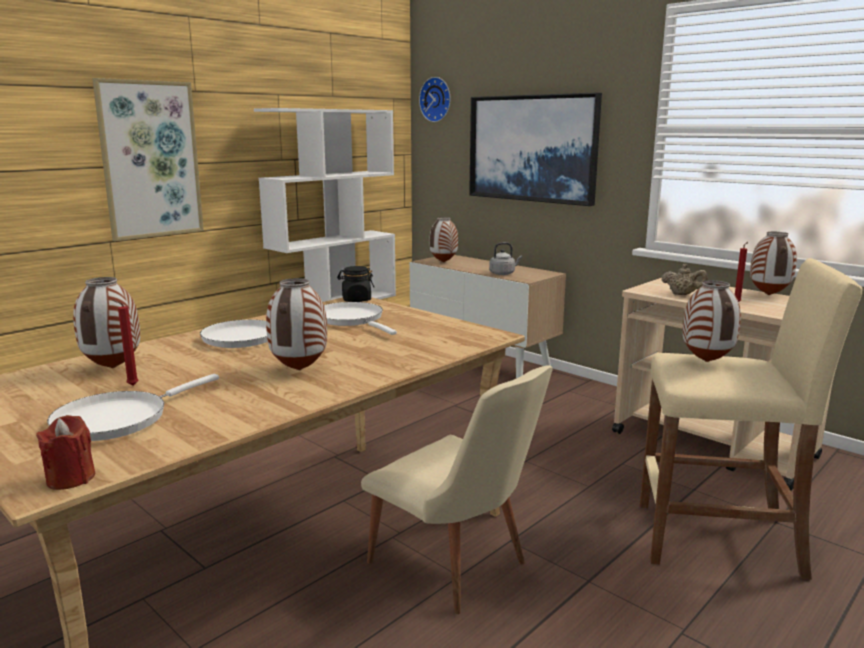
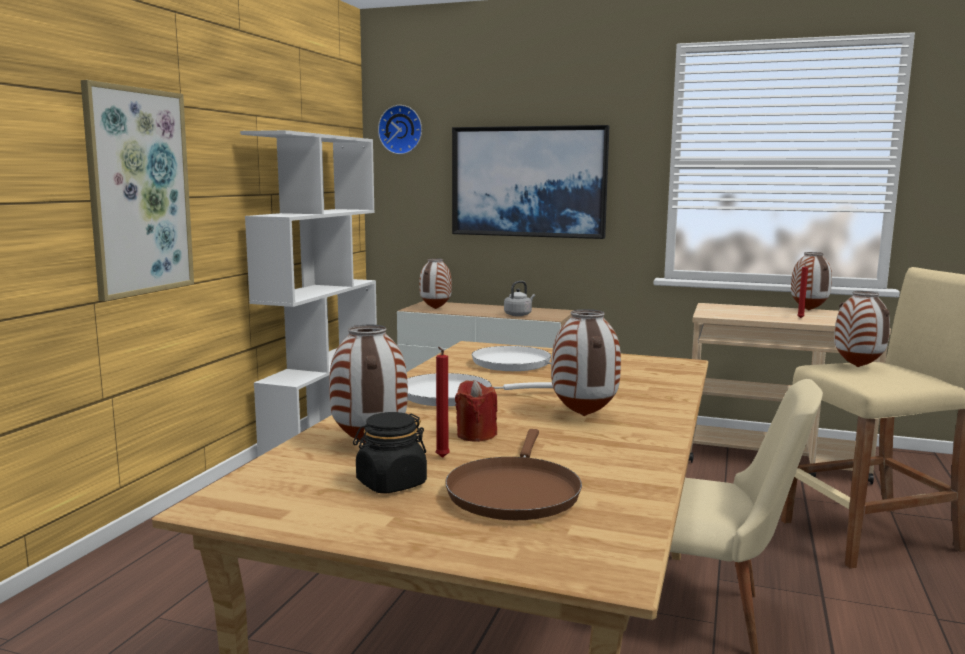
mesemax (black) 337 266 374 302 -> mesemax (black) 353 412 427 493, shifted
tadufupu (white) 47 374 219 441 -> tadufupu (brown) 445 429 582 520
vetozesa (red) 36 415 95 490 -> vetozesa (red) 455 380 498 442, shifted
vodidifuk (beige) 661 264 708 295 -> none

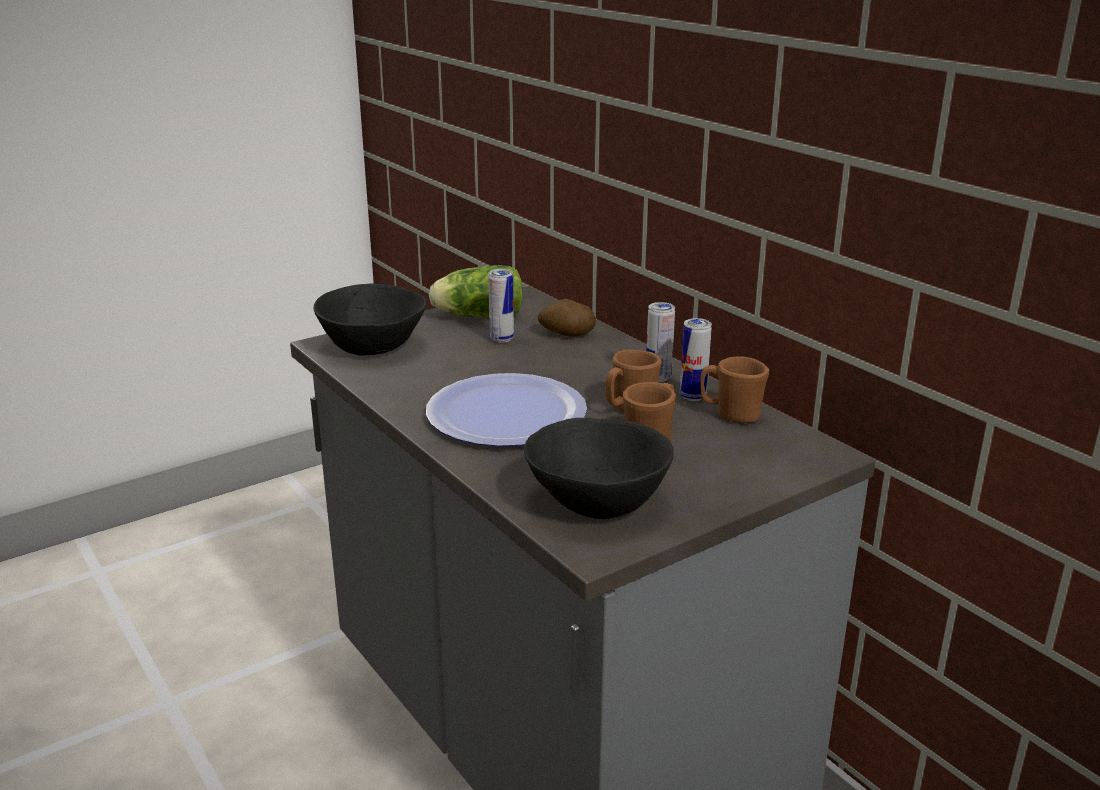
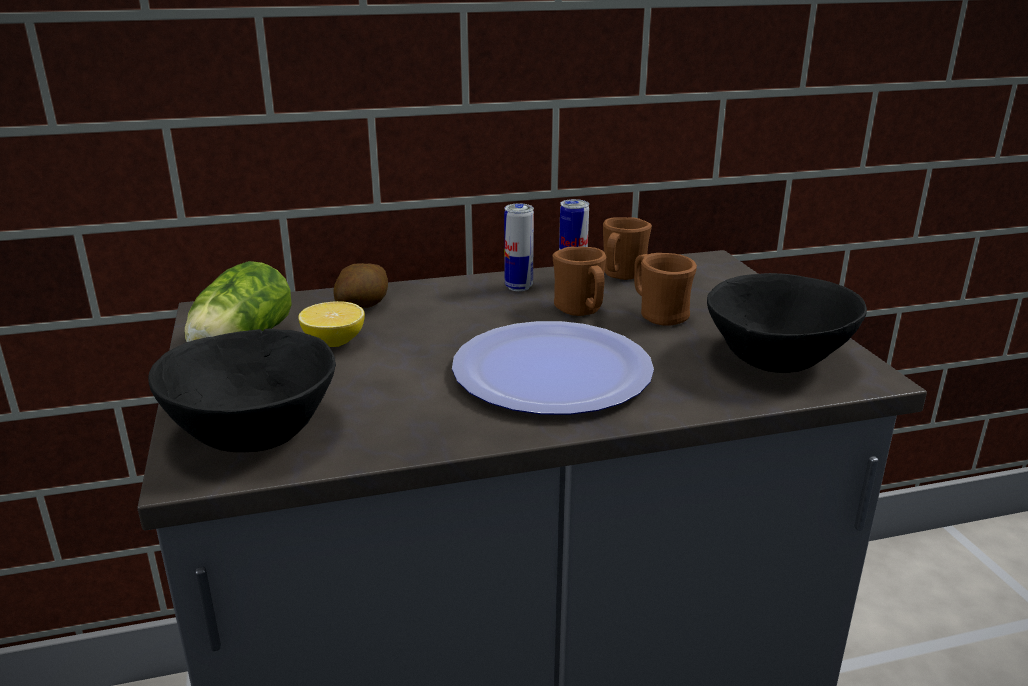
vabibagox 488 269 514 343 -> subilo 298 301 365 347

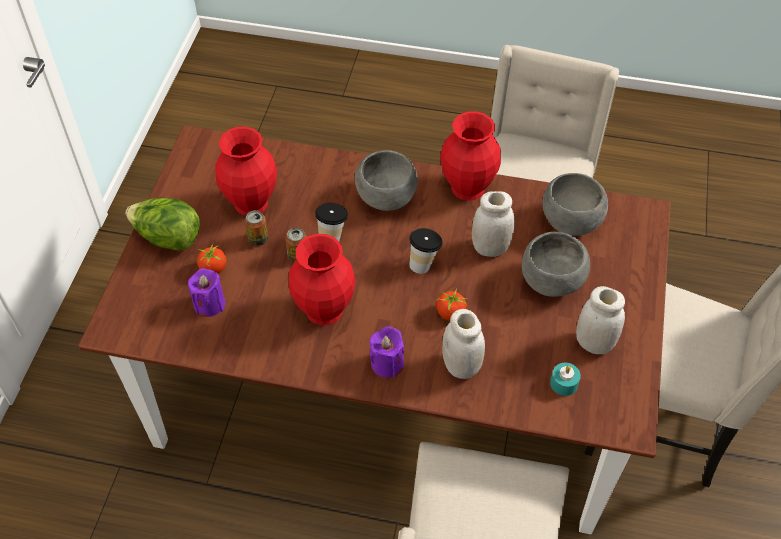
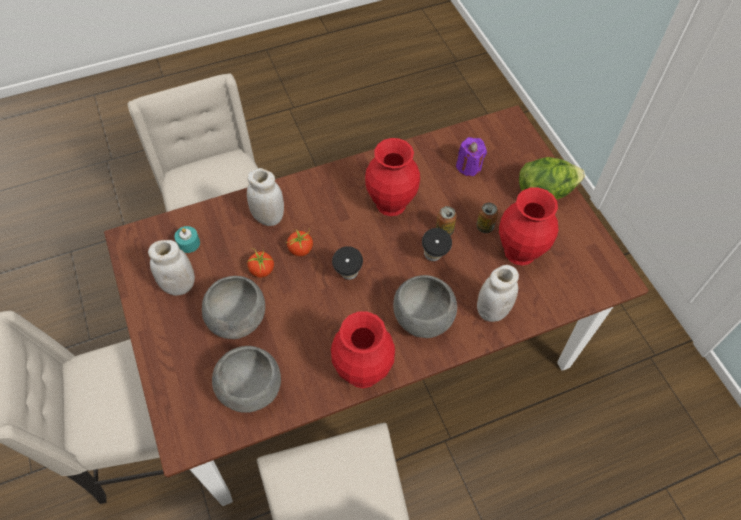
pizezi 197 244 227 274 -> pizezi 247 245 274 278, shifted
mesemax (white) 472 191 515 257 -> mesemax (white) 477 265 519 322, shifted
vetozesa (purple) 370 326 404 378 -> none

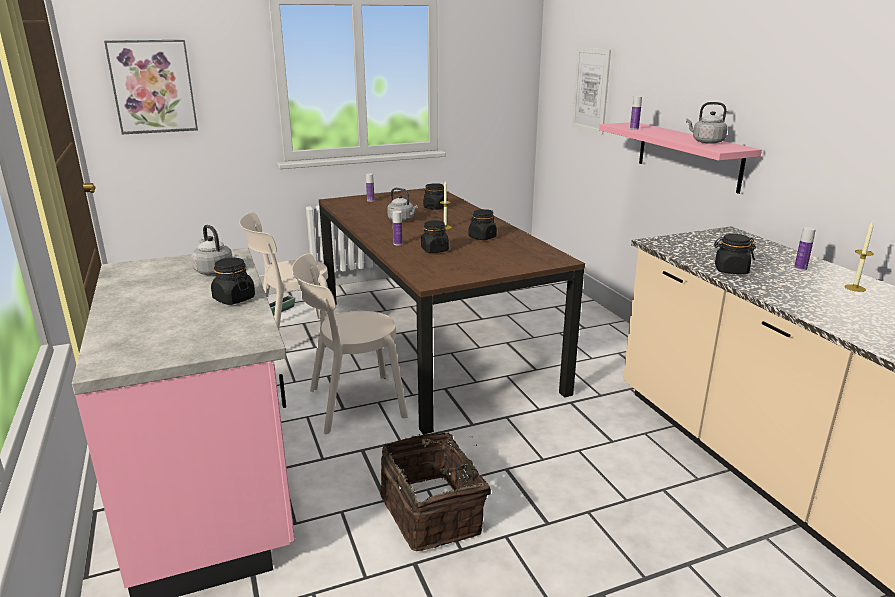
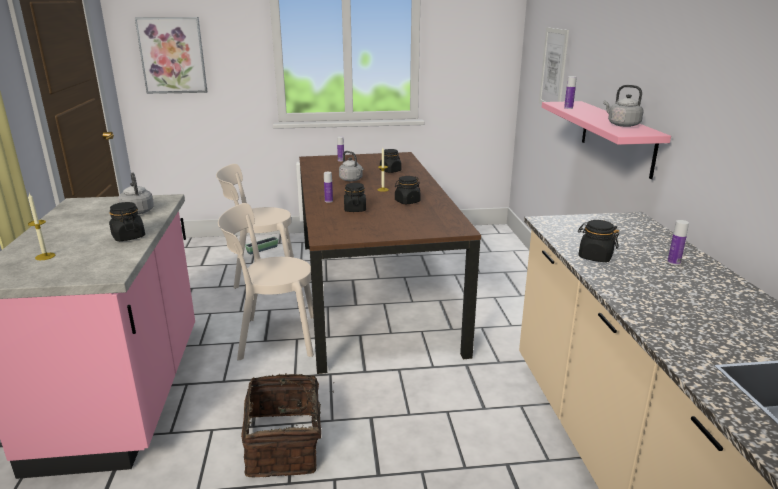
vetozesa 844 221 874 292 -> vetozesa 28 193 55 260, shifted

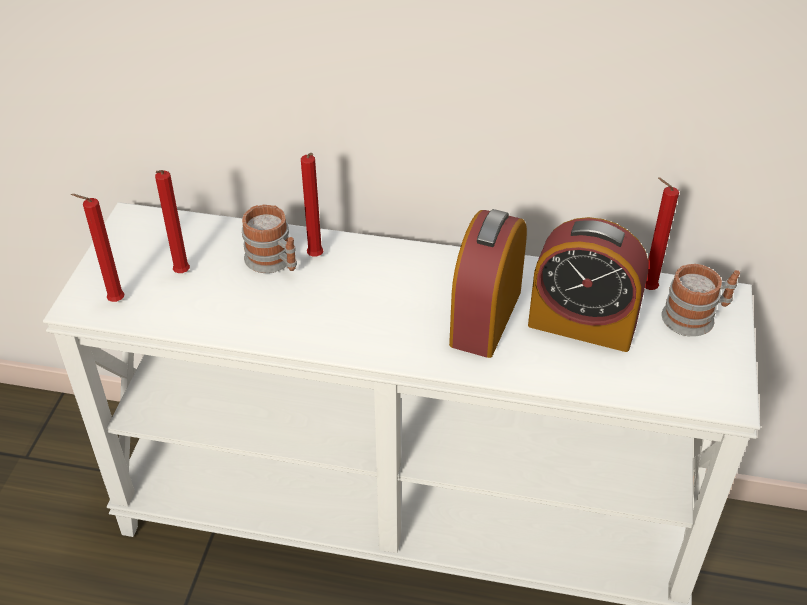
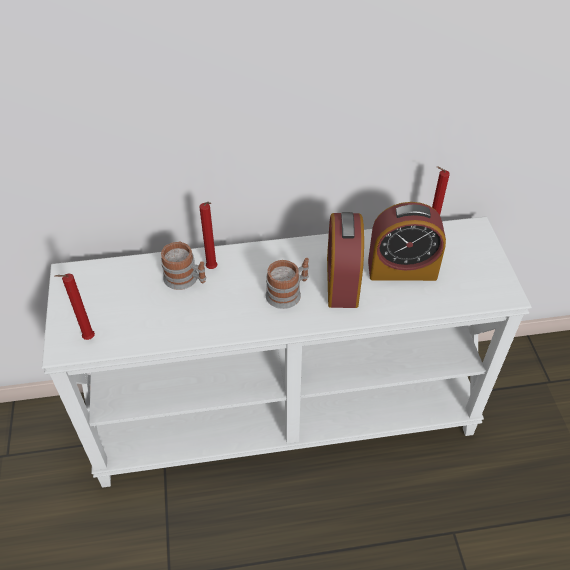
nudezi 662 264 740 337 -> nudezi 266 258 309 309, shifted
vetozesa (red) 155 170 190 273 -> none

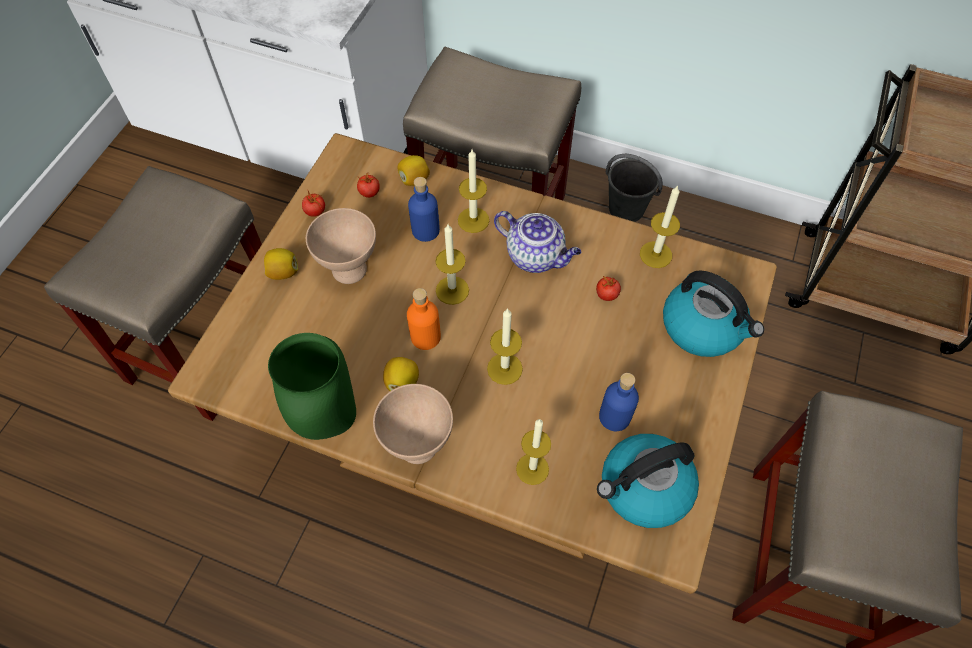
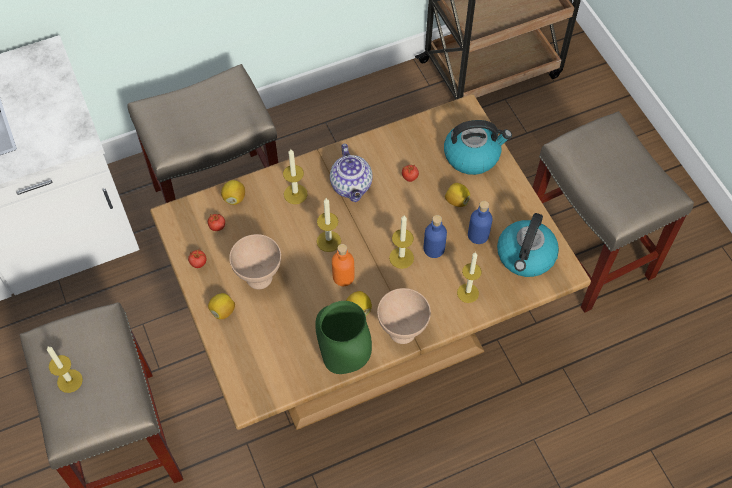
vetozesa 640 185 680 268 -> vetozesa 47 347 83 393, shifted
vodidifuk 494 211 581 273 -> vodidifuk 330 144 373 202, 90 degrees clockwise
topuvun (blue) 408 177 440 242 -> topuvun (blue) 424 215 447 258, shifted
none -> subilo 445 183 470 207
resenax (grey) 606 154 663 222 -> none

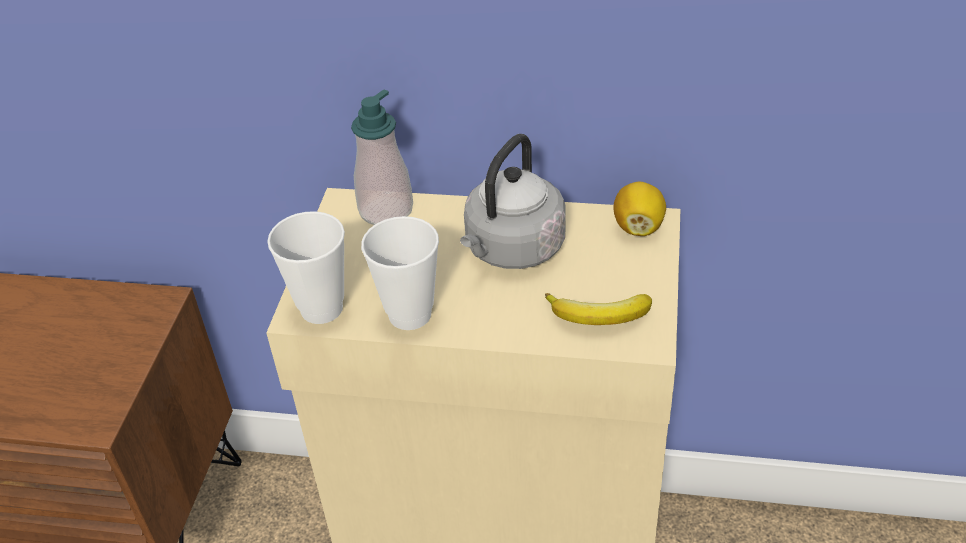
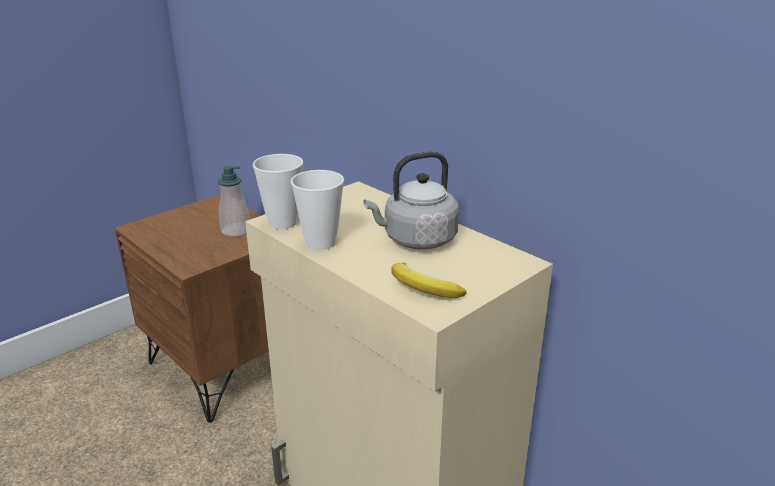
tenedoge 351 90 413 225 -> tenedoge 218 166 250 237, shifted
subilo 614 182 666 236 -> none

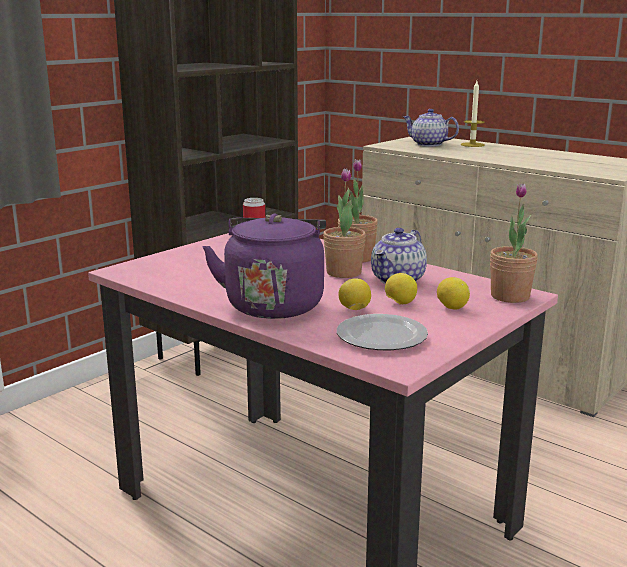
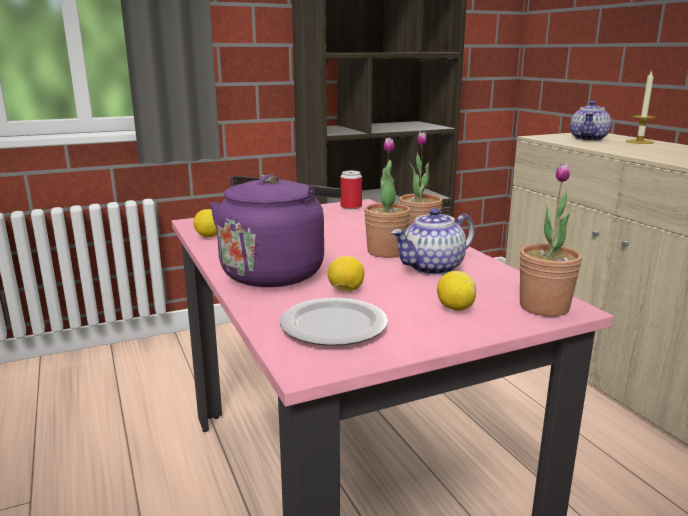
subilo 385 273 417 304 -> subilo 193 209 217 237, shifted
vodidifuk 403 109 459 147 -> vodidifuk 570 101 611 141, 120 degrees counterclockwise

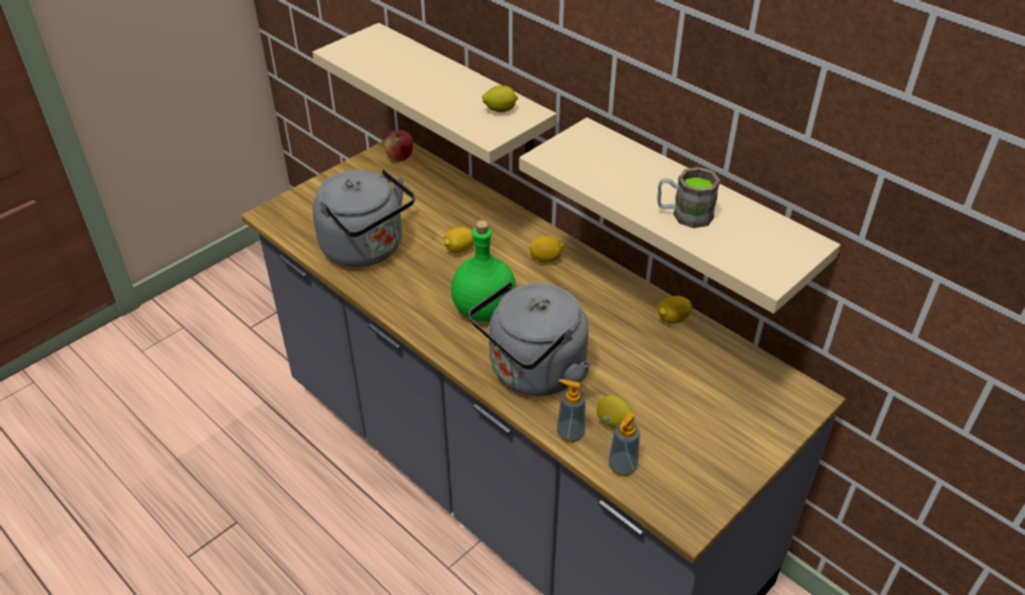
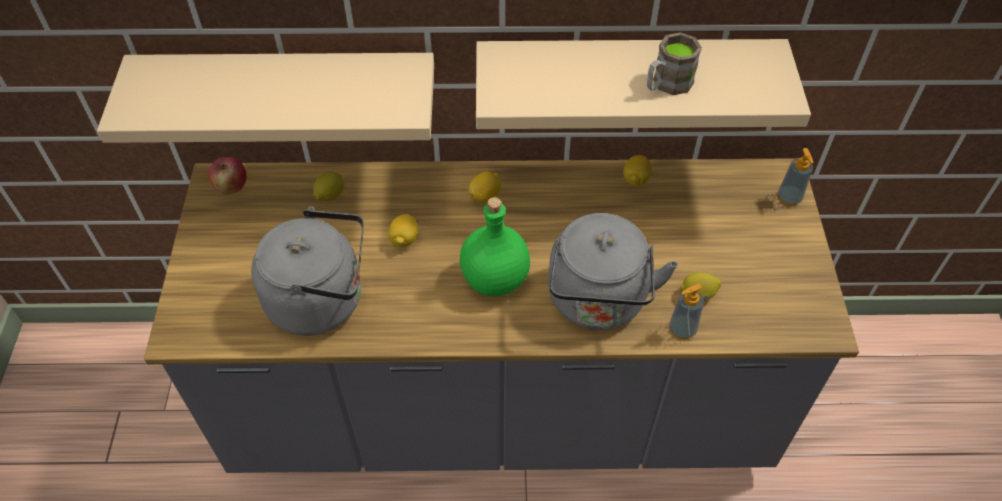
subilo 482 85 518 112 -> subilo 313 171 344 201, shifted
tenedoge 608 412 640 476 -> tenedoge 778 148 813 206, shifted

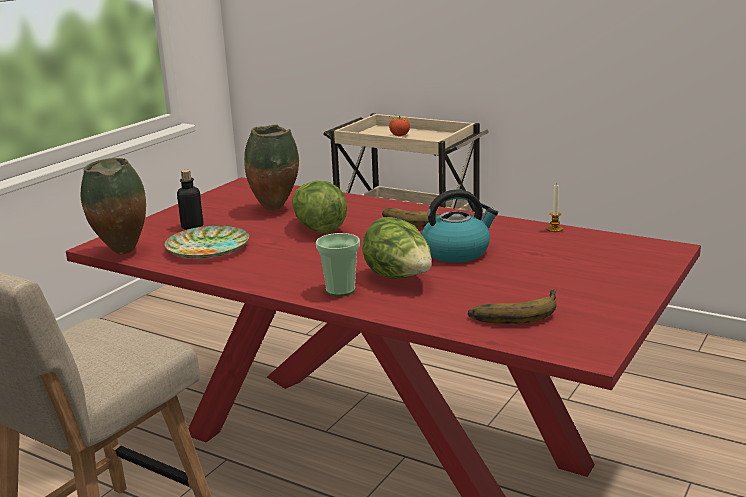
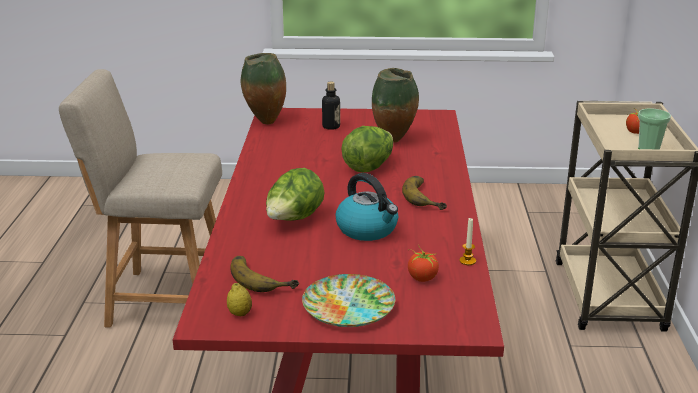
none -> subilo 227 283 252 316
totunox 165 225 249 259 -> totunox 302 274 395 327, shifted
none -> pizezi 408 245 439 282
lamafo 316 233 360 296 -> lamafo 638 108 671 149, shifted

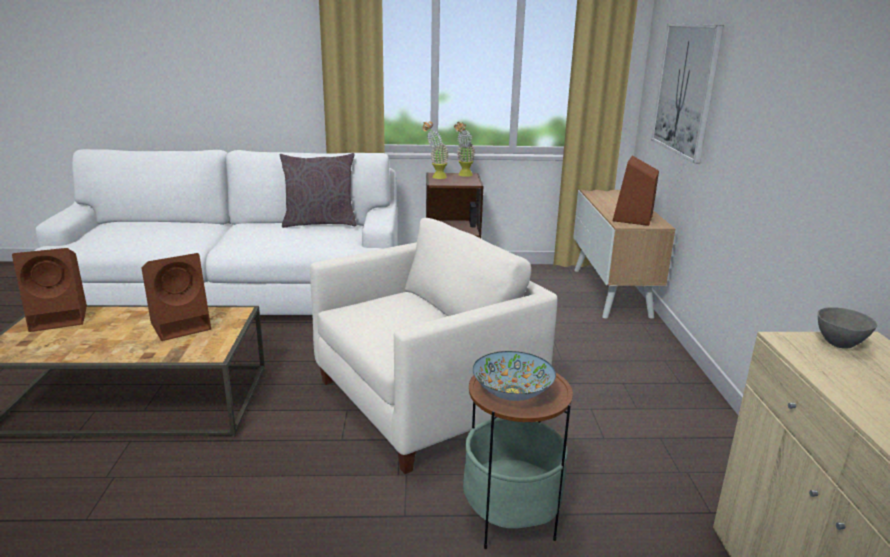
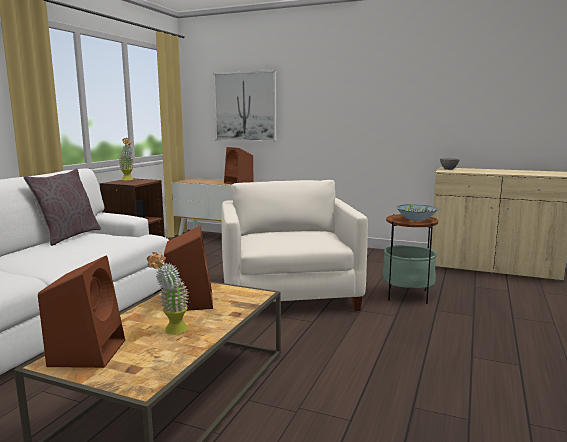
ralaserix 423 121 449 179 -> ralaserix 147 252 189 335, shifted

